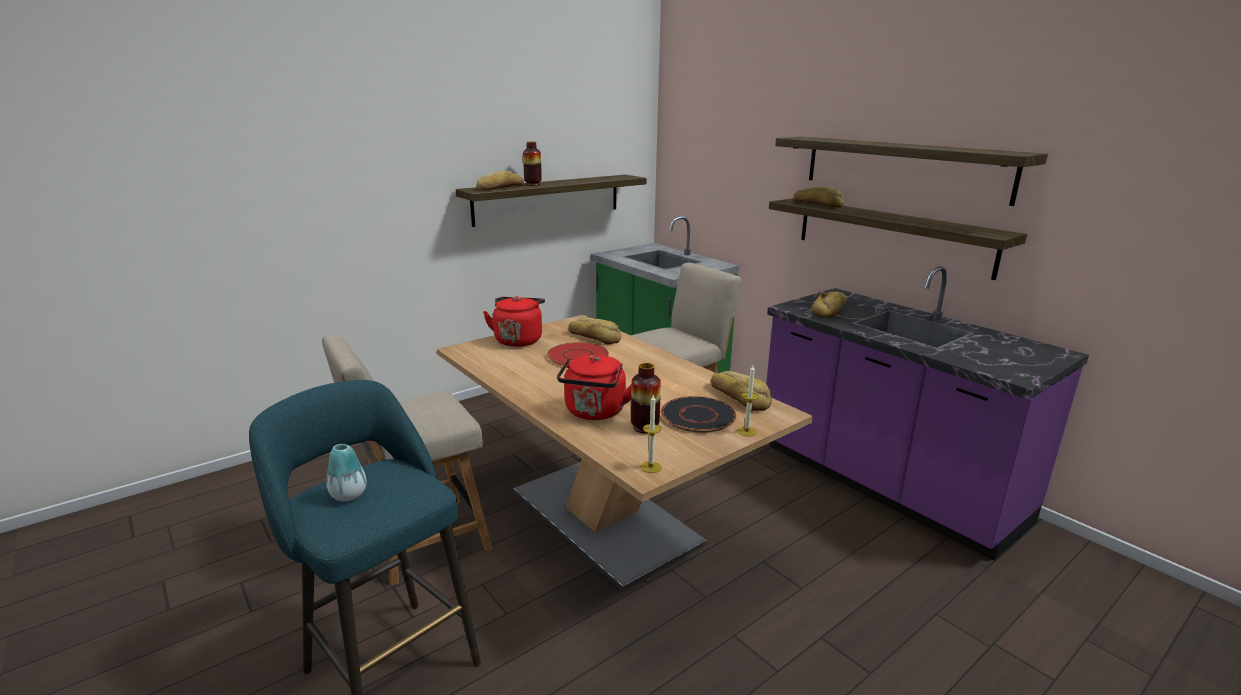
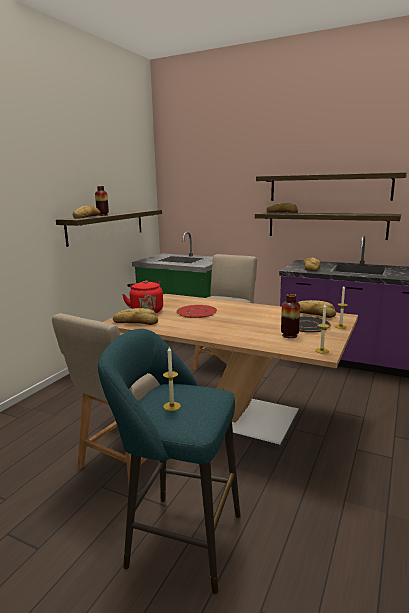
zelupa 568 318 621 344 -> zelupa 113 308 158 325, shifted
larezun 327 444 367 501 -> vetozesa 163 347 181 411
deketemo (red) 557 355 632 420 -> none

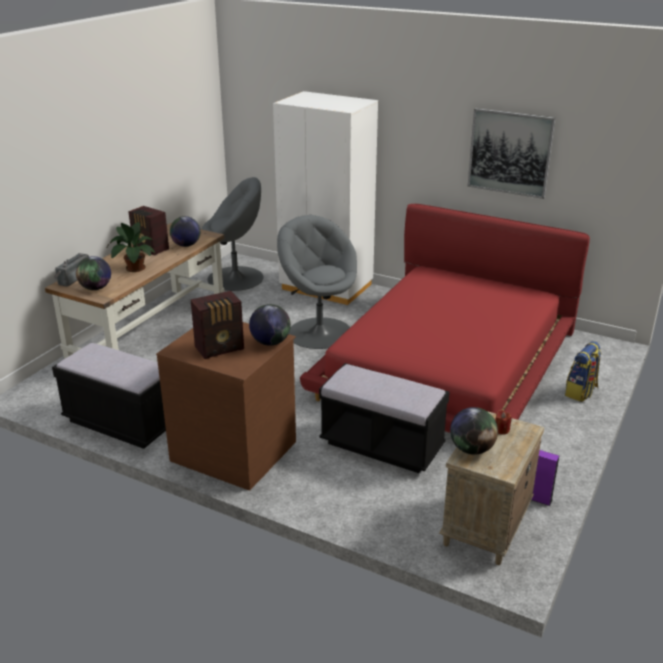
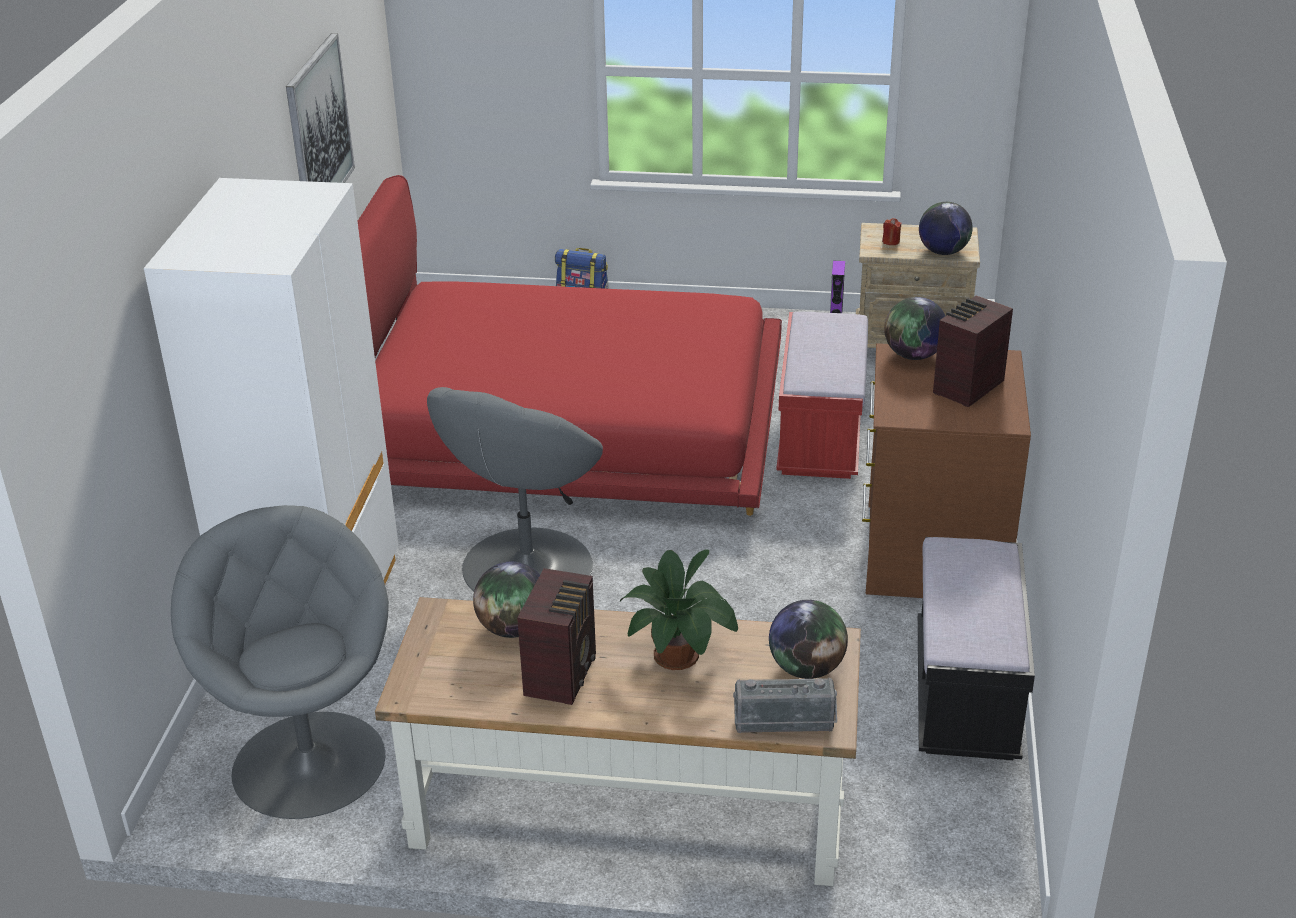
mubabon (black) 319 363 450 473 -> mubabon (red) 776 312 868 479
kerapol 191 291 244 359 -> kerapol 933 296 1013 407, 90 degrees counterclockwise

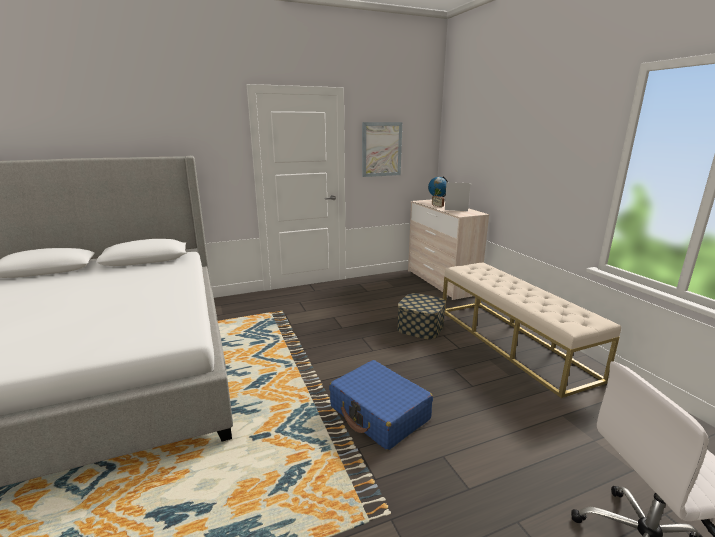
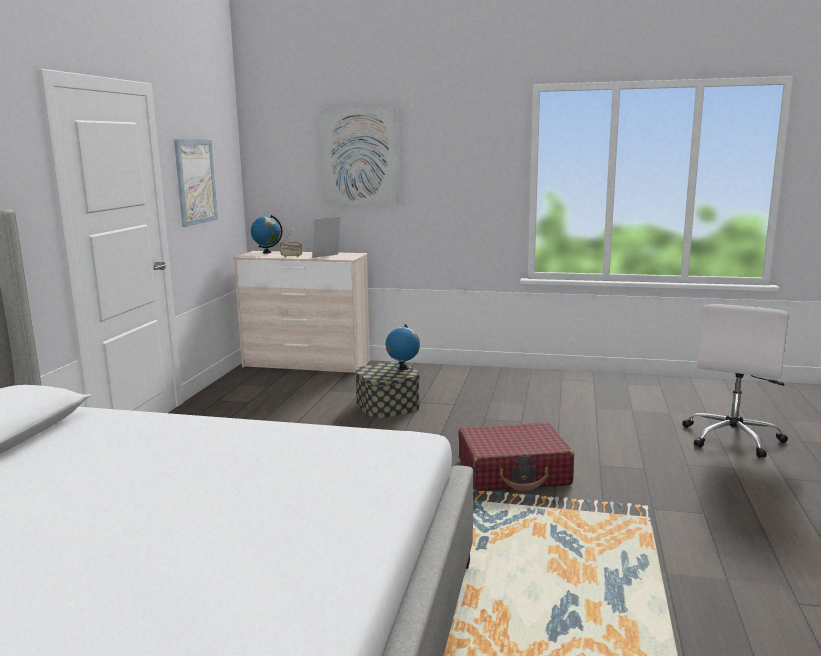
none -> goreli 320 107 400 203
none -> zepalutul 386 324 420 370
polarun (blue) 329 360 433 450 -> polarun (red) 458 423 574 491
mubabon (beige) 443 263 621 398 -> none

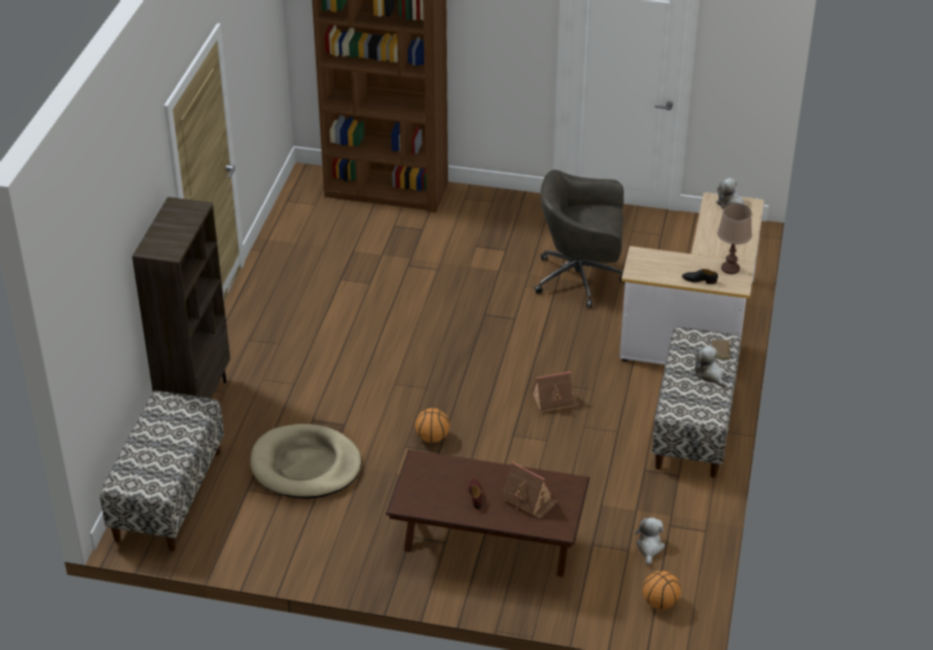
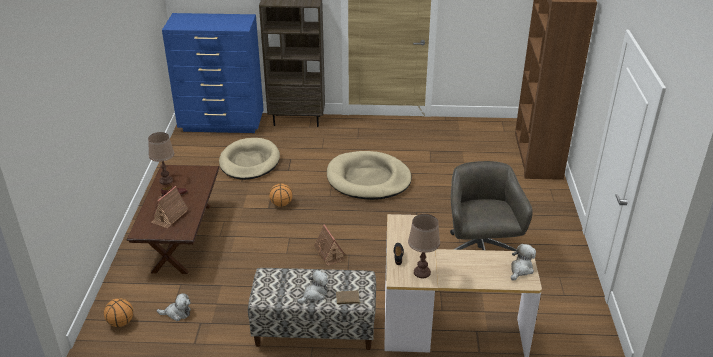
none -> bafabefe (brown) 148 132 174 185
mubabon 100 391 224 551 -> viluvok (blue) 162 13 264 133
none -> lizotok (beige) 327 151 412 200

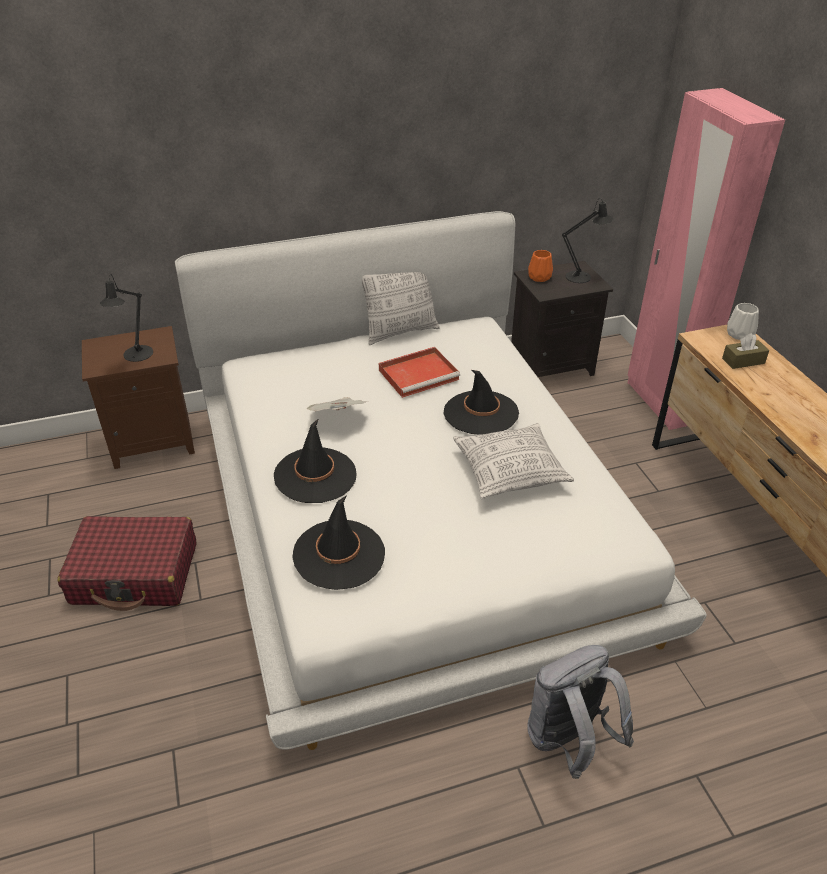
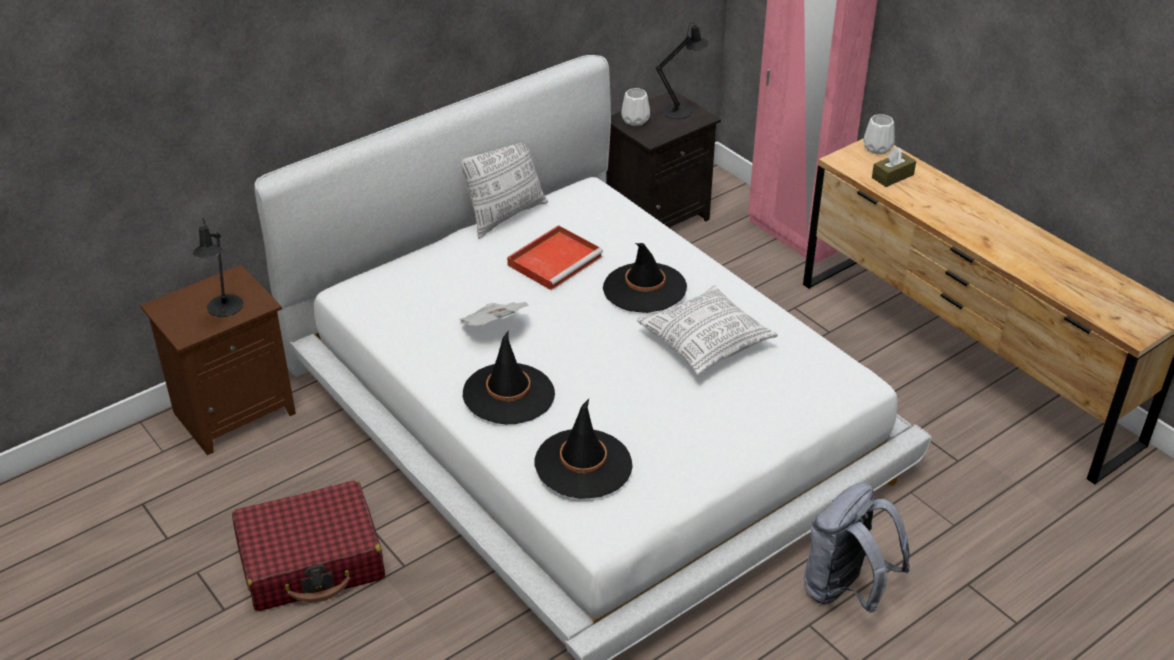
larezun (orange) 528 250 553 282 -> larezun (white) 621 88 650 126

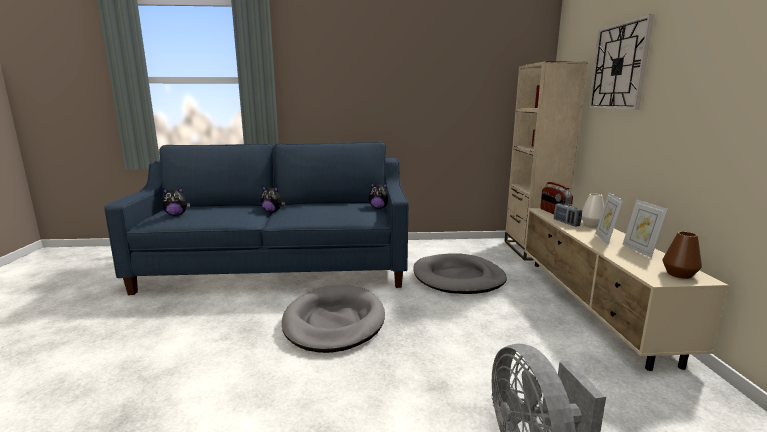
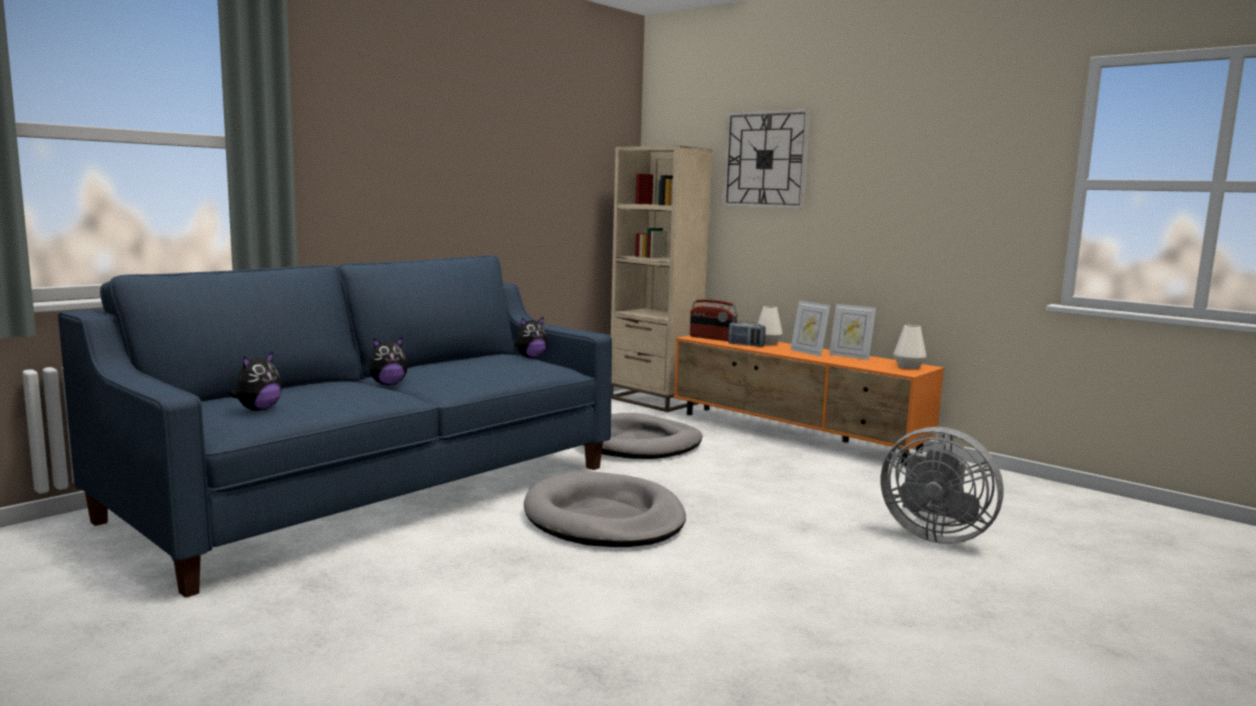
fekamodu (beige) 524 208 729 371 -> fekamodu (orange) 674 335 944 466
larezun (brown) 662 231 702 279 -> larezun (white) 893 325 926 369

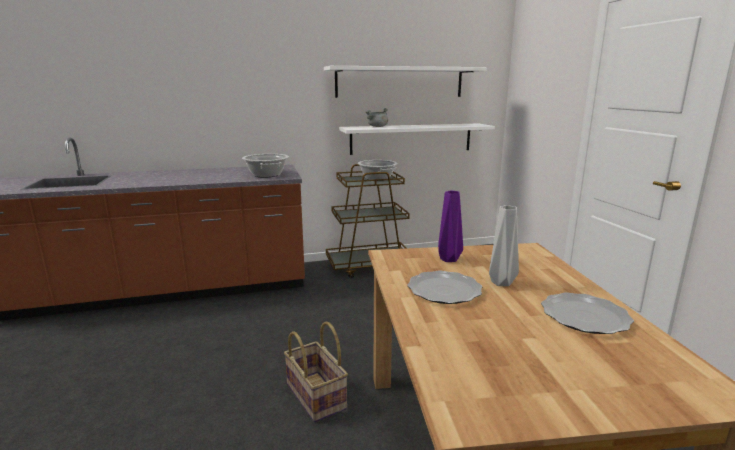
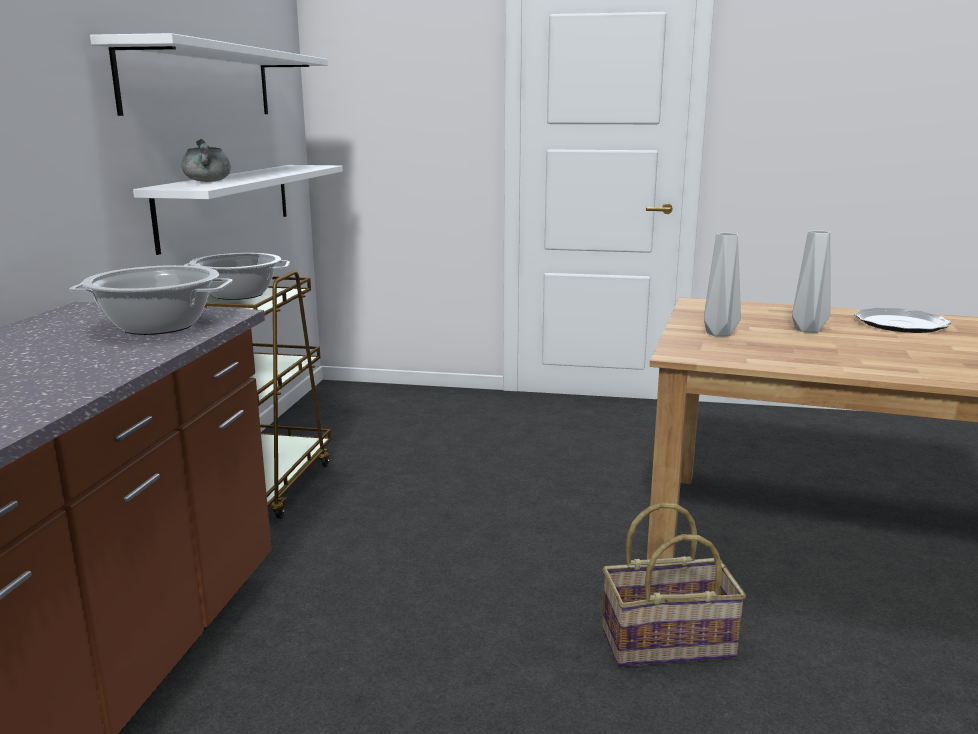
larezun (purple) 438 190 463 262 -> larezun (grey) 704 232 741 337
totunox 407 271 482 304 -> none

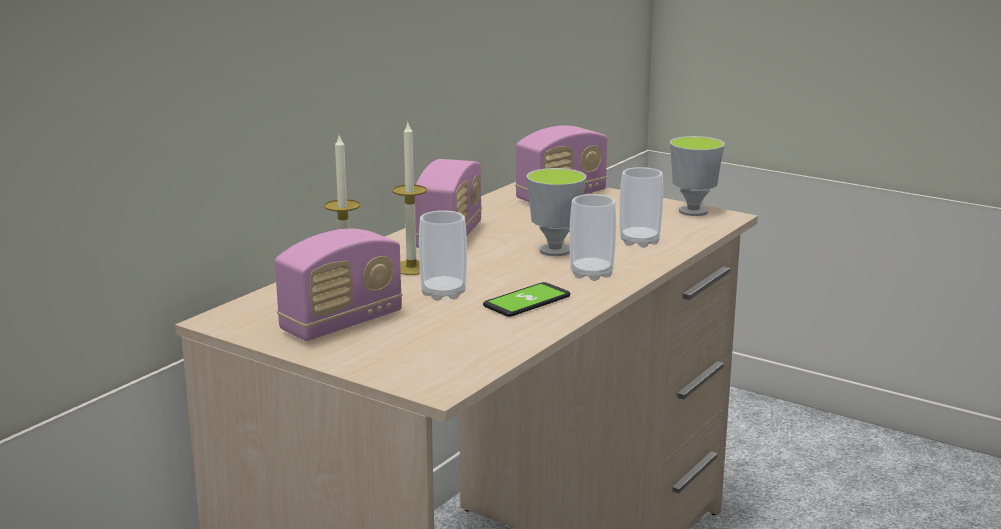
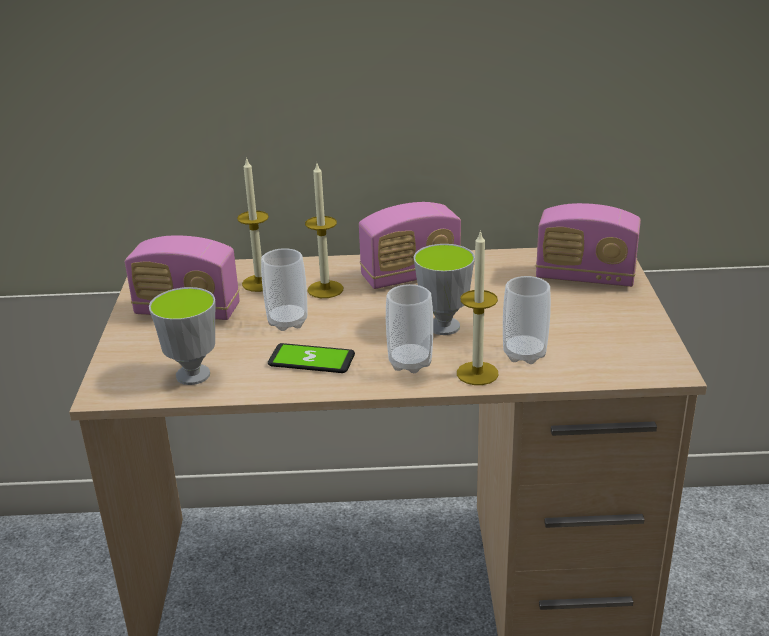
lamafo 670 136 725 216 -> lamafo 149 287 215 385, shifted
none -> vetozesa 457 230 499 385

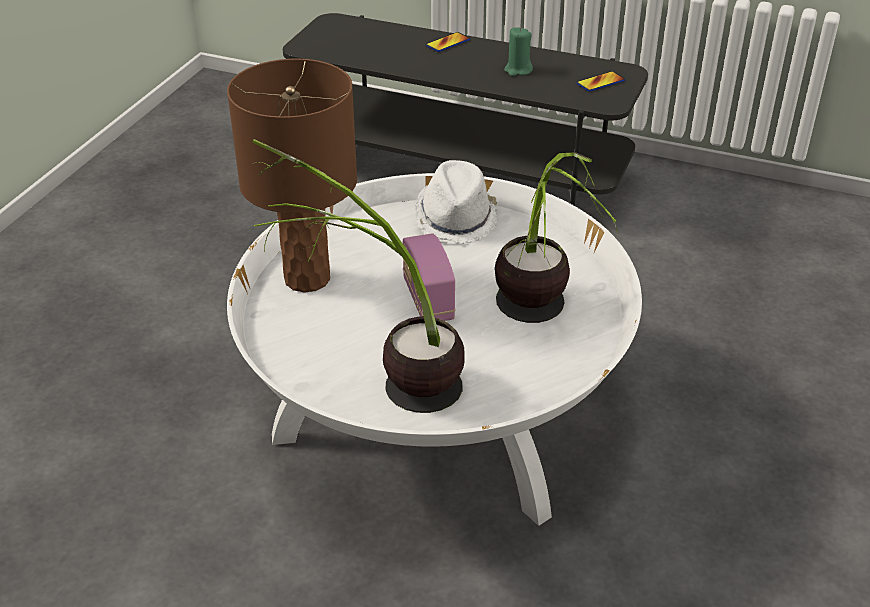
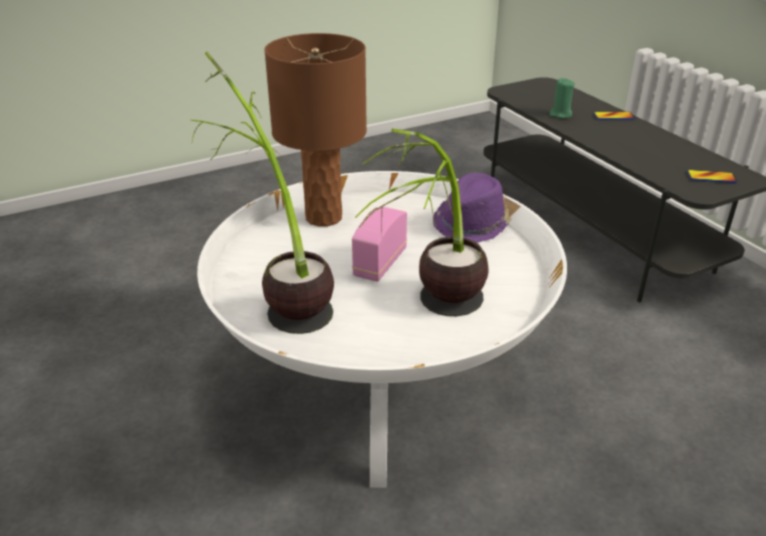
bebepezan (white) 415 160 497 244 -> bebepezan (purple) 433 173 512 243
vetozesa (green) 504 27 533 76 -> vetozesa (green) 550 78 575 118, shifted

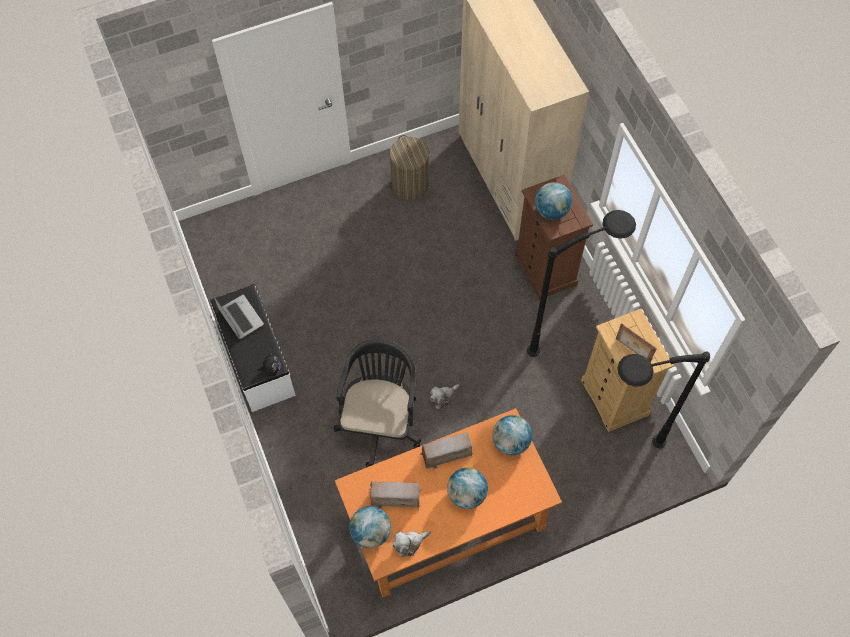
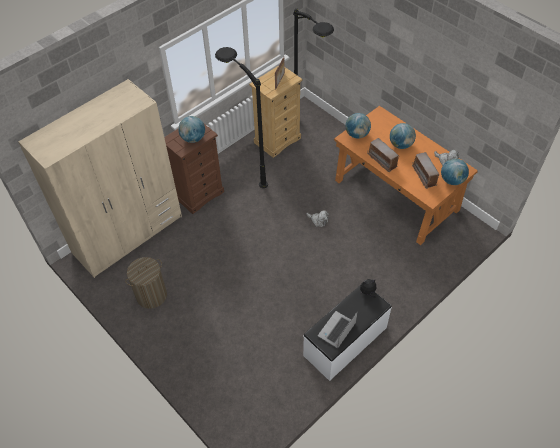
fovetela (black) 334 339 421 467 -> none

